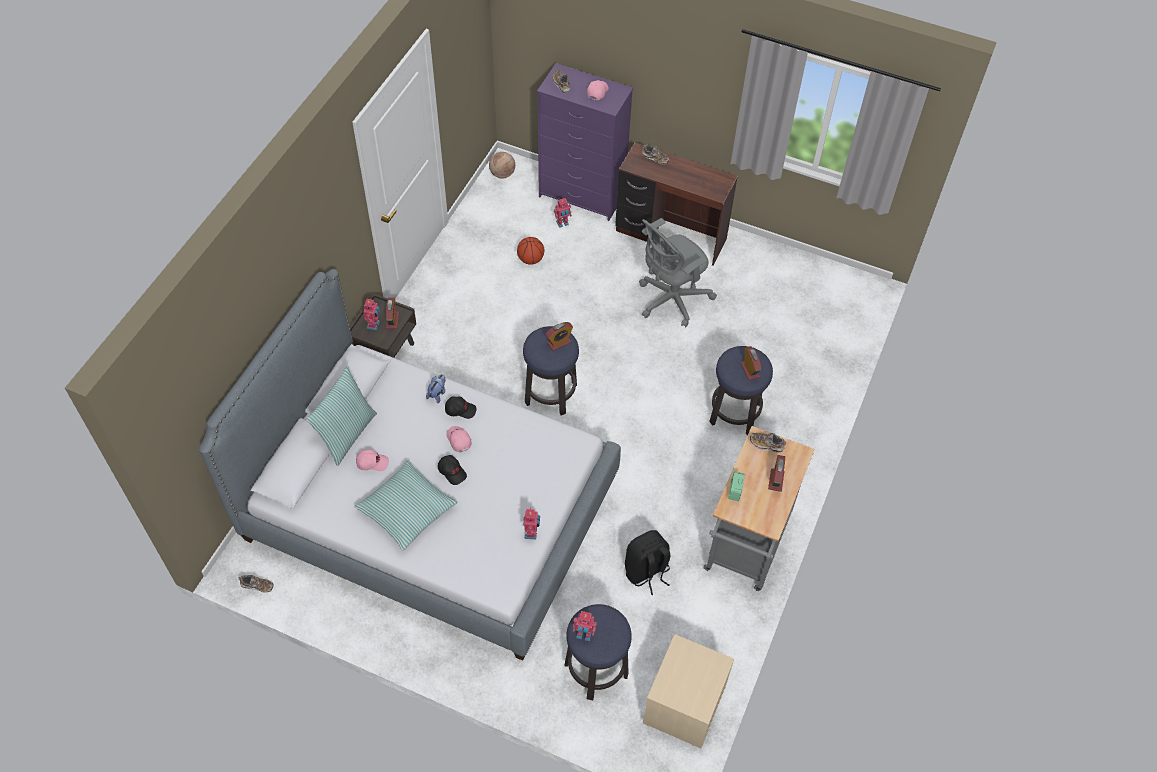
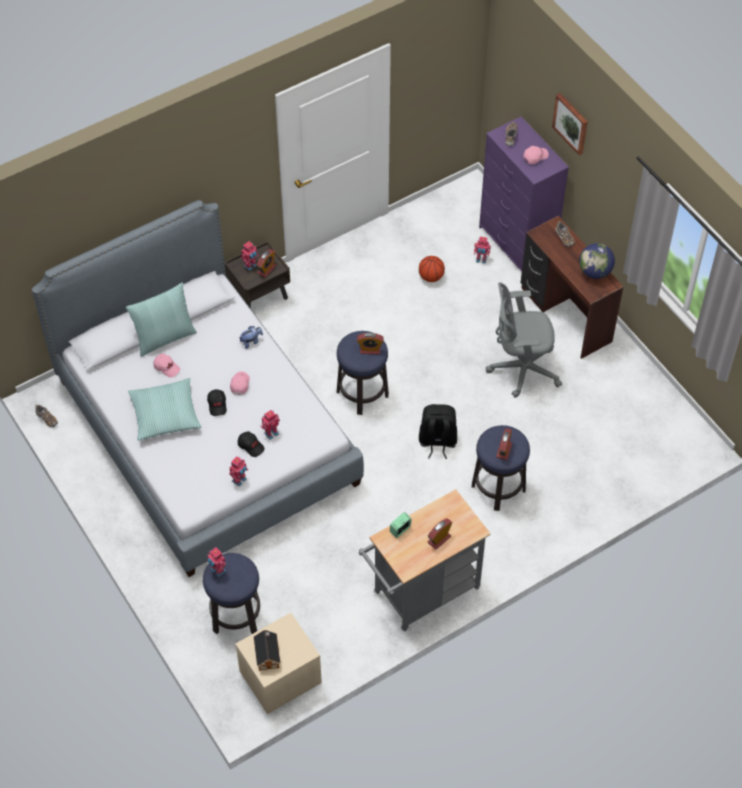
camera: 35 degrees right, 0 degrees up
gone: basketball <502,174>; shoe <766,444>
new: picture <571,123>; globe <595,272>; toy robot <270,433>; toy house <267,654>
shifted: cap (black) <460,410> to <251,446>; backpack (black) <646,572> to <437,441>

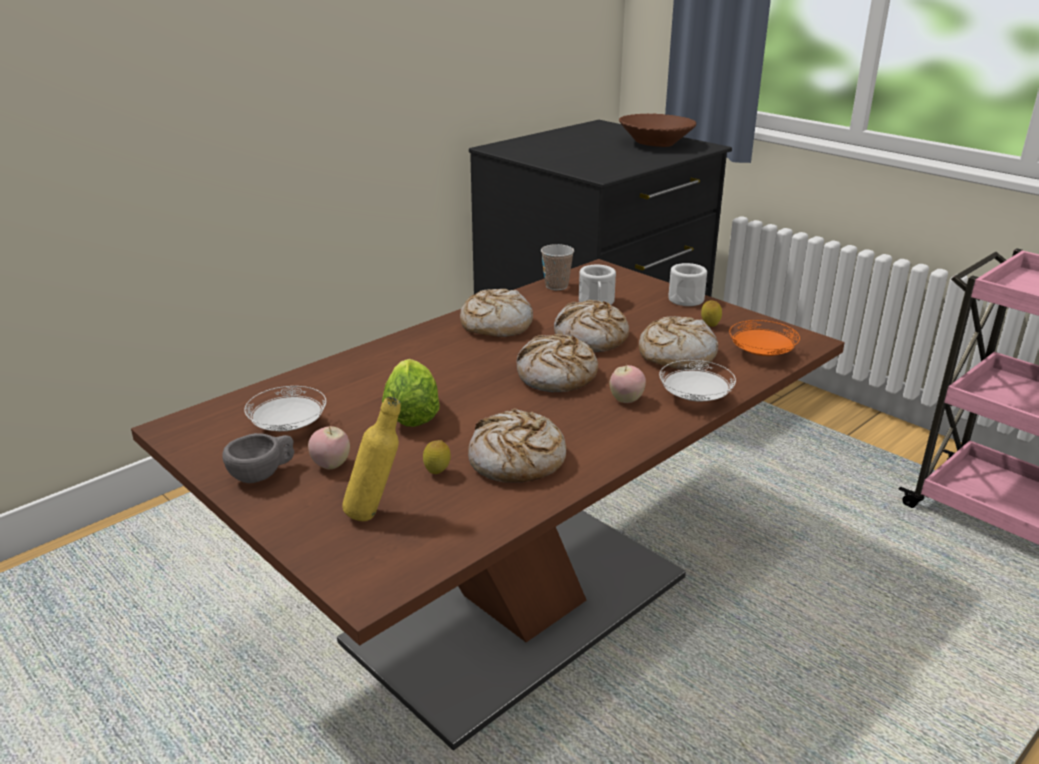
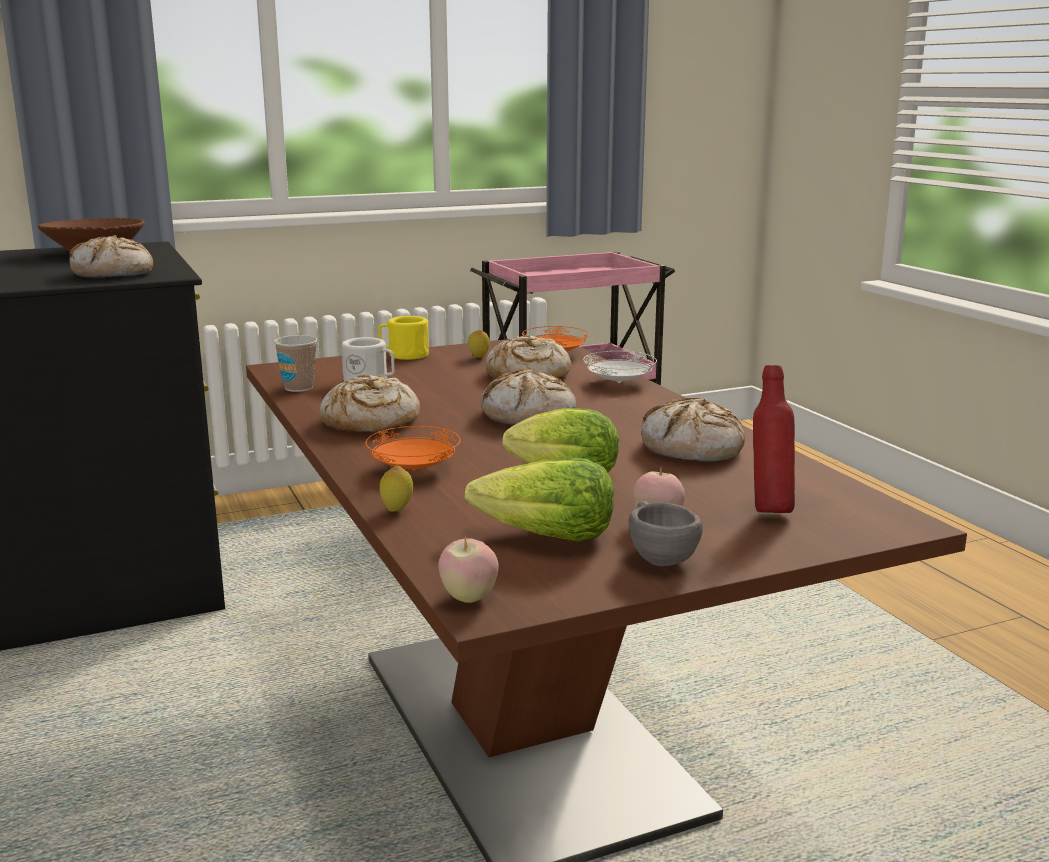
camera: 70 degrees left, 10 degrees down
new: plate (orange) <414,470>
shifted: bread <590,338> to <114,274>; apple <626,400> to <468,598>; lemon <437,473> to <397,510>
swapped: plate (white) <288,427> to lettuce <546,537>
repainted: mug (white) <684,298> to mug (yellow) <404,355>; bottle (yellow) <376,513> to bottle (red) <769,509>

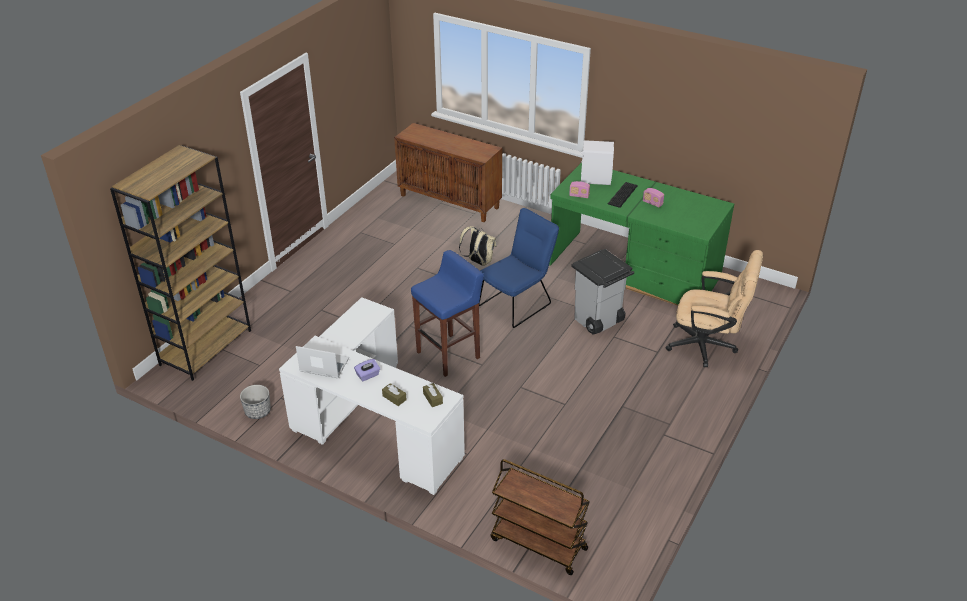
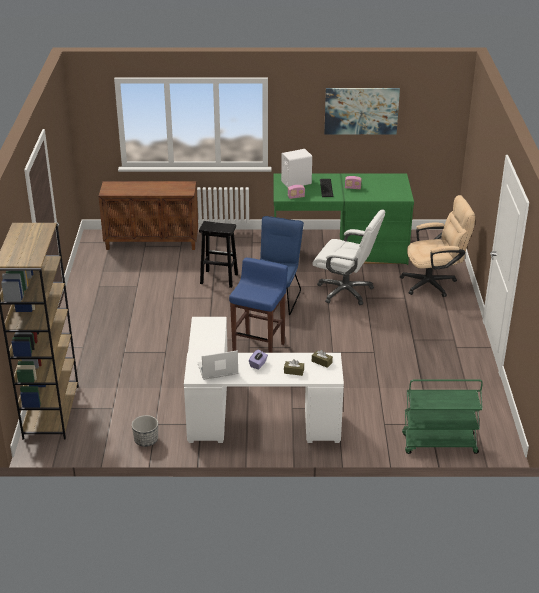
camera: 30 degrees left, 5 degrees down
new: picture <361,110>
swapped: backpack (beige) <478,262> to stool (black) <218,279>; trash can (grey) <598,321> to office chair (white) <346,291>
repainted: cart (brown) <537,544> to cart (green) <438,444>

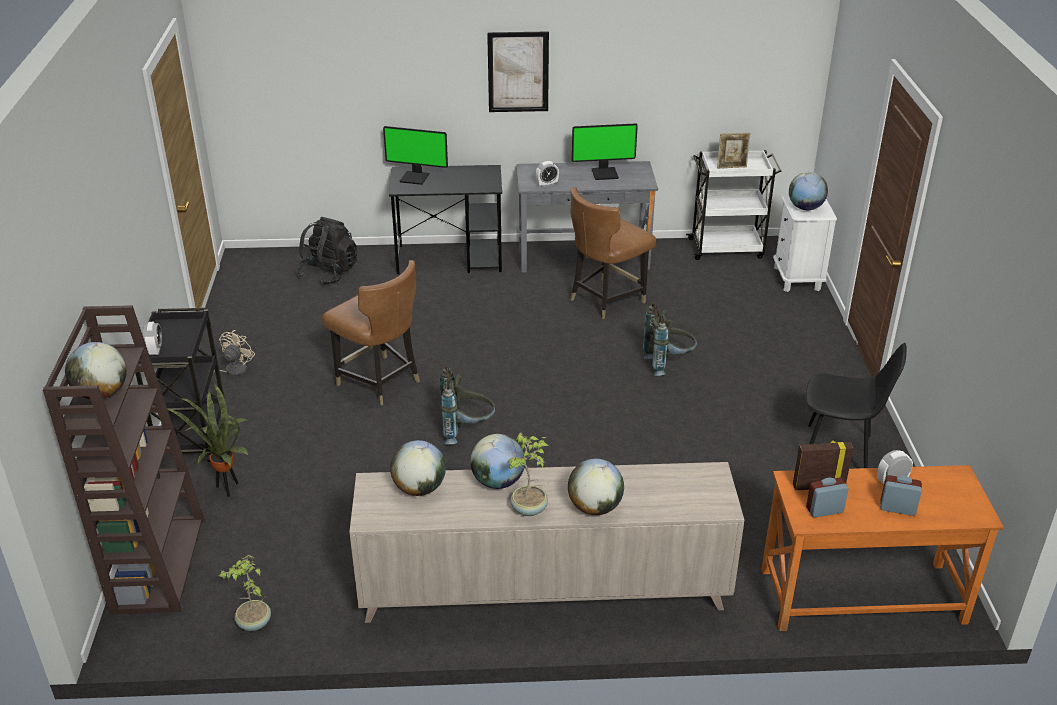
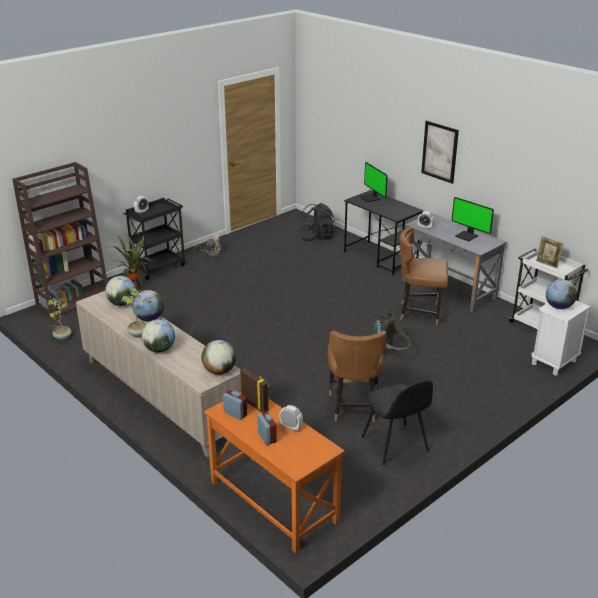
camera: 50 degrees right, 5 degrees down
gone: backpack (grey) <467,431>
shifted: chair (brown) <379,381> to <353,407>; globe <102,393> to <219,371>

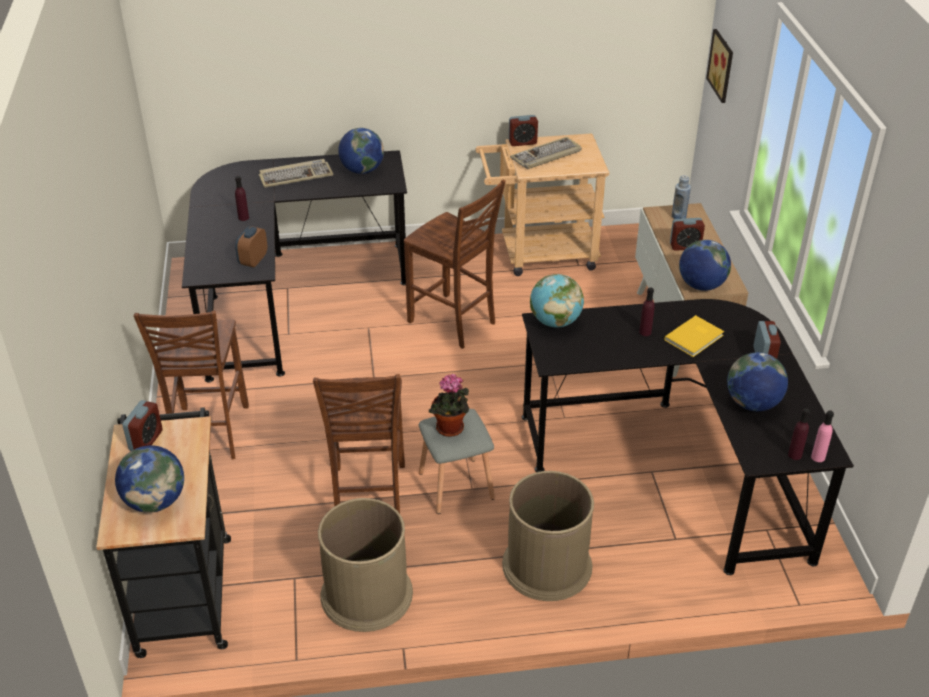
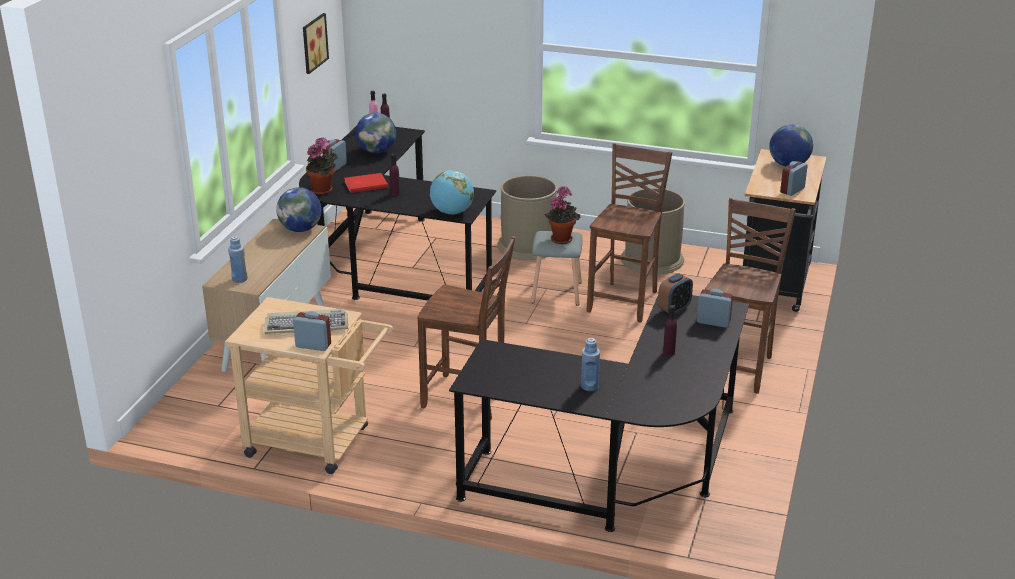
camera: 155 degrees left, 10 degrees down
gone: globe <362,170>
new: potted plant <323,190>
shifted: picture <723,65> to <312,43>; alarm clock <685,246> to <713,322>
swapped: keyboard <296,176> to bottle (blue) <589,386>
repainted: book (yellow) <695,338> to book (red) <365,184>
rotated: chair (brown) <453,323> = <468,399> 135 degrees clockwise

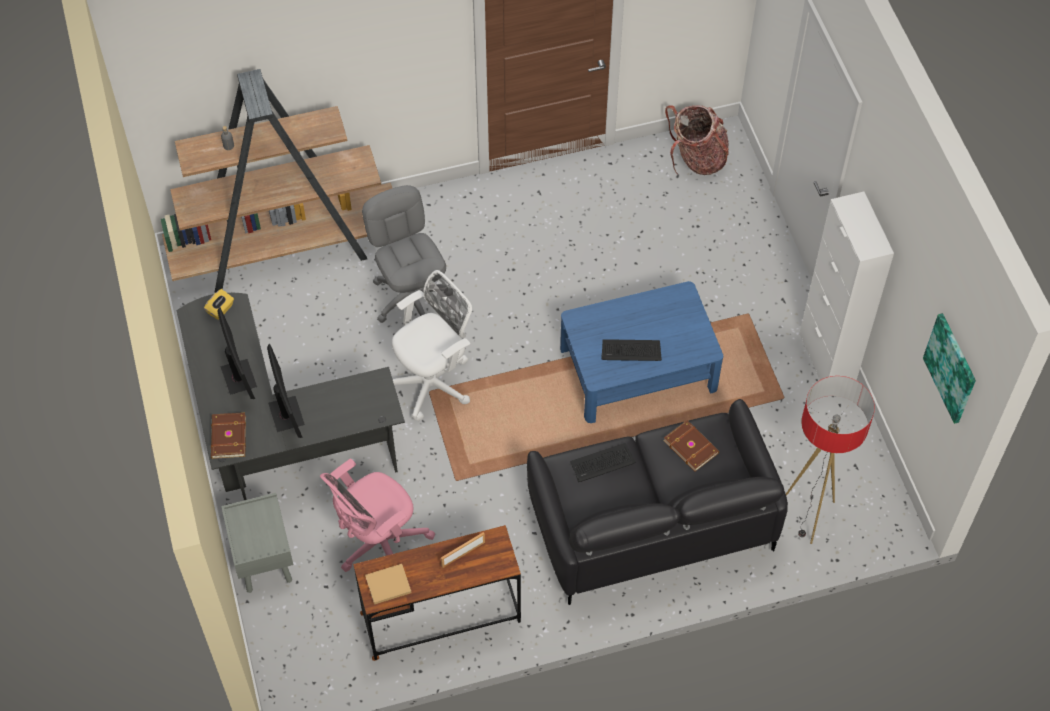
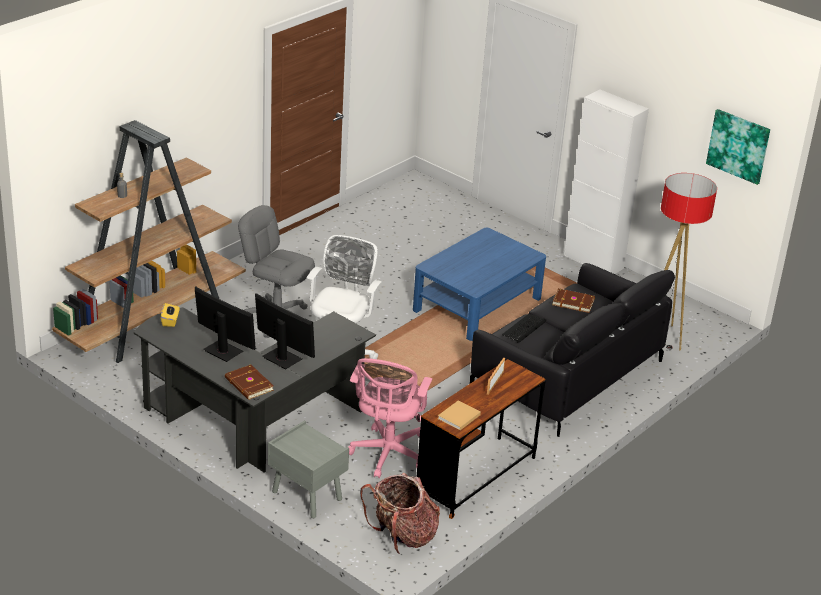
camera: 35 degrees left, 25 degrees down
gone: keyboard <631,351>
shifted: backpack <697,159> to <402,536>

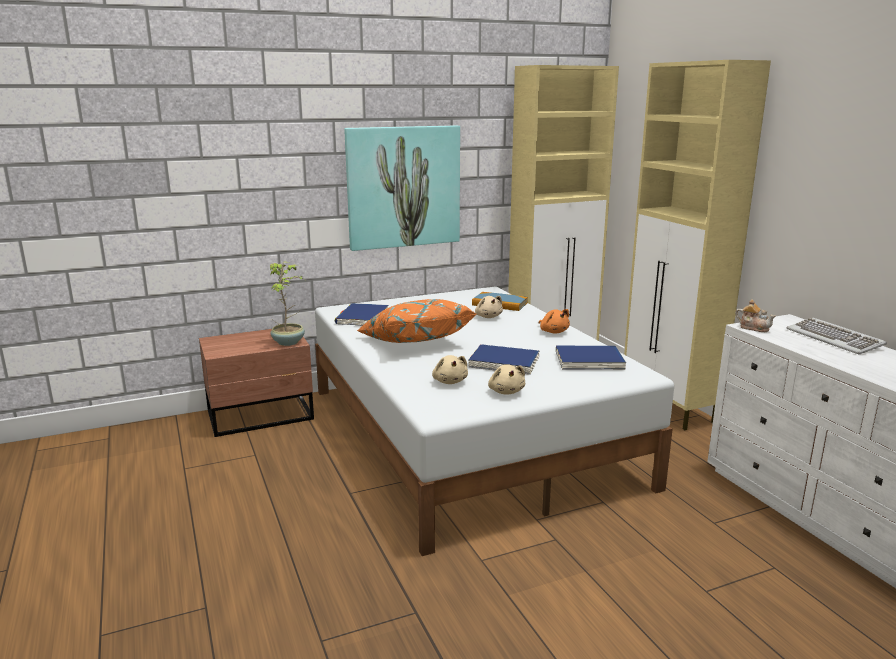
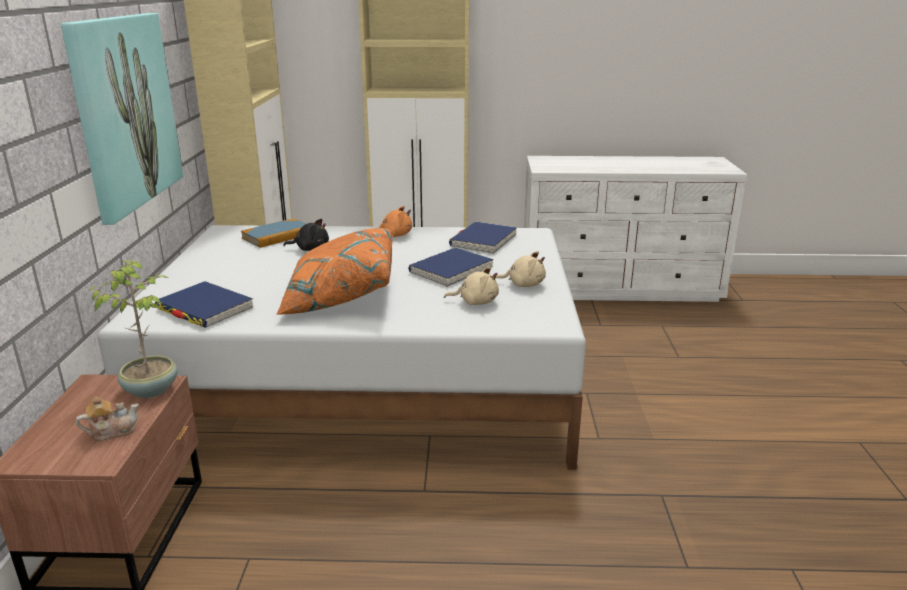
camera: 65 degrees left, 5 degrees up
gone: keyboard <834,339>
shifted: teapot <753,328> to <112,431>
repainted: plush toy (beige) <488,317> to plush toy (black) <310,249>

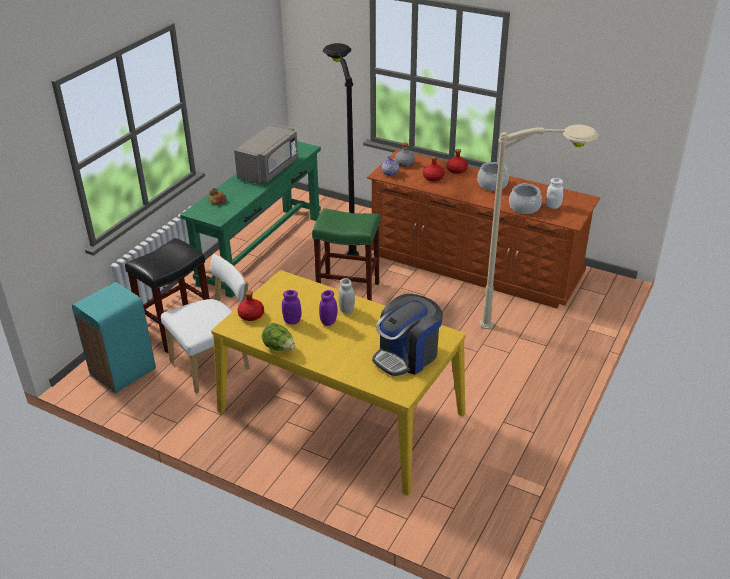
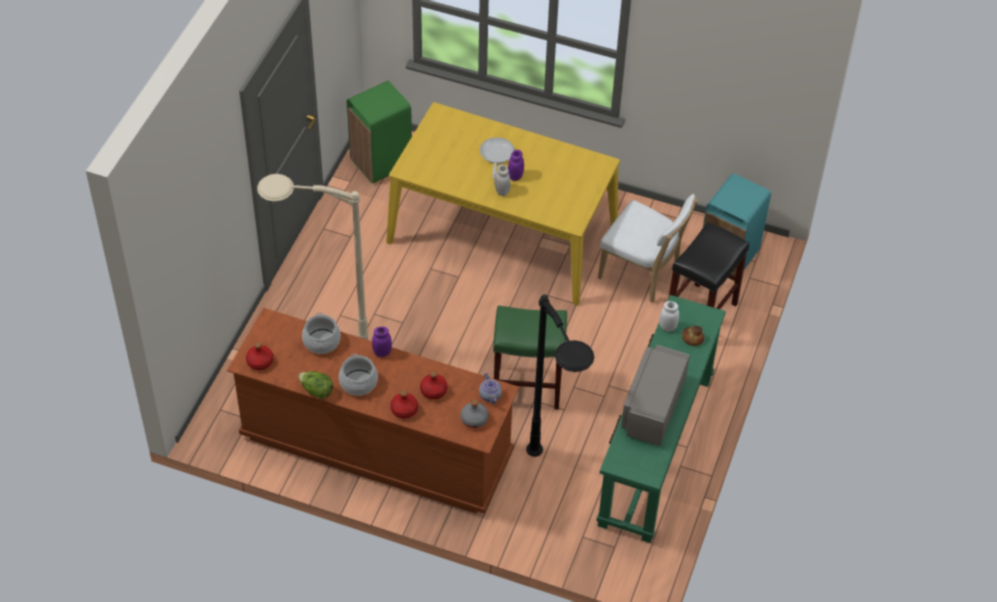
camera: 170 degrees right, 15 degrees up
gone: coffee machine <407,356>
new: trash can (green) <380,162>; frying pan <496,155>
shifted: jar (white) <553,206> to <667,327>; jar (purple) <292,321> to <382,352>; bottle (red) <251,315> to <260,362>; lettuce <279,348> to <316,391>
rotated: chair (white) <214,364> = <642,274> 105 degrees counterclockwise

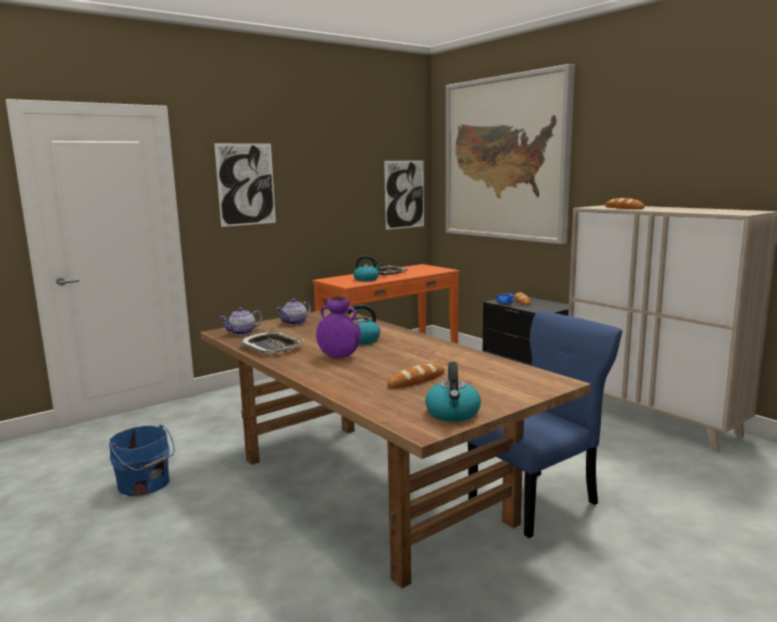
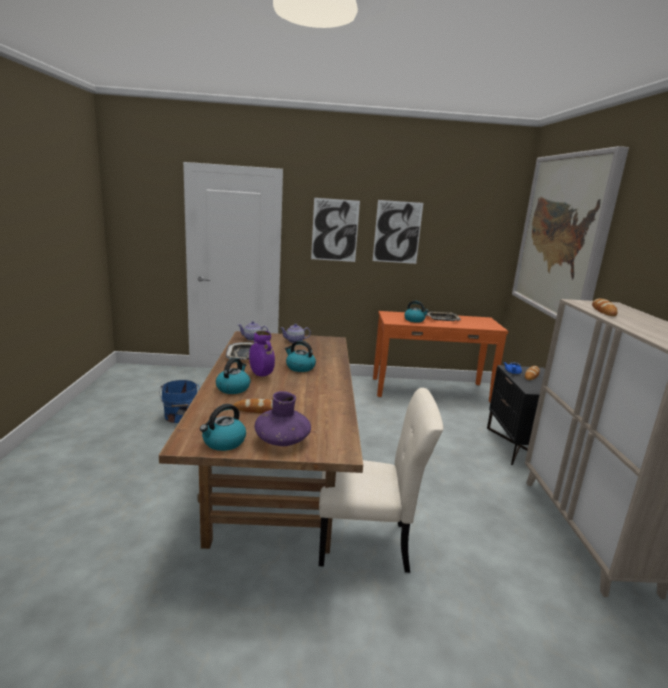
camera: 35 degrees right, 5 degrees up
new: kettle <233,388>; vase (purple) <282,440>
shifted: picture <404,194> to <397,232>
repainted: chair (blue) <537,501> to chair (beige) <368,544>

